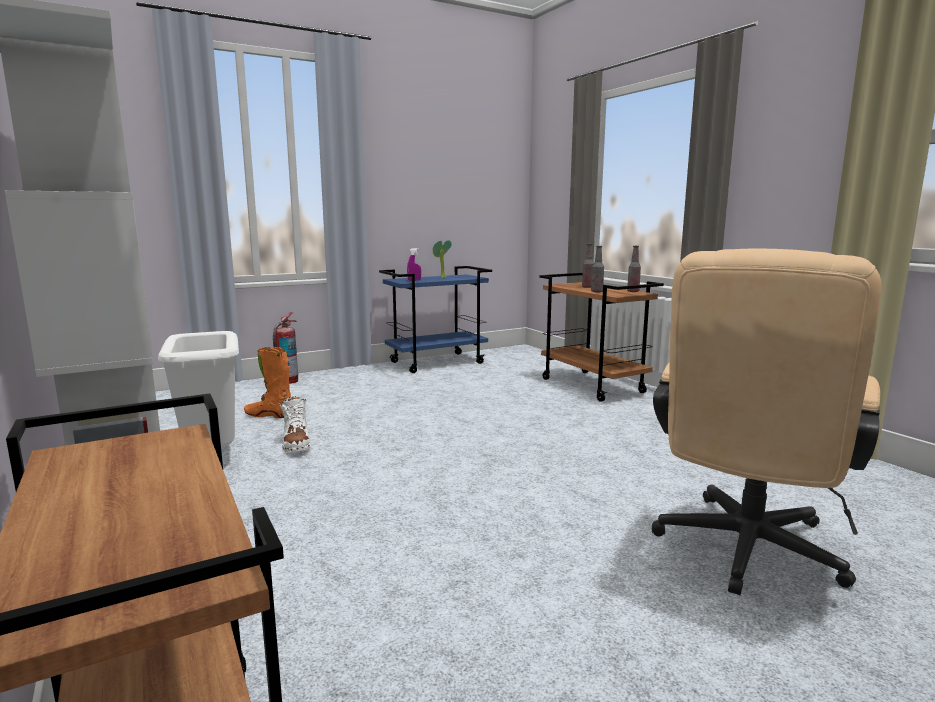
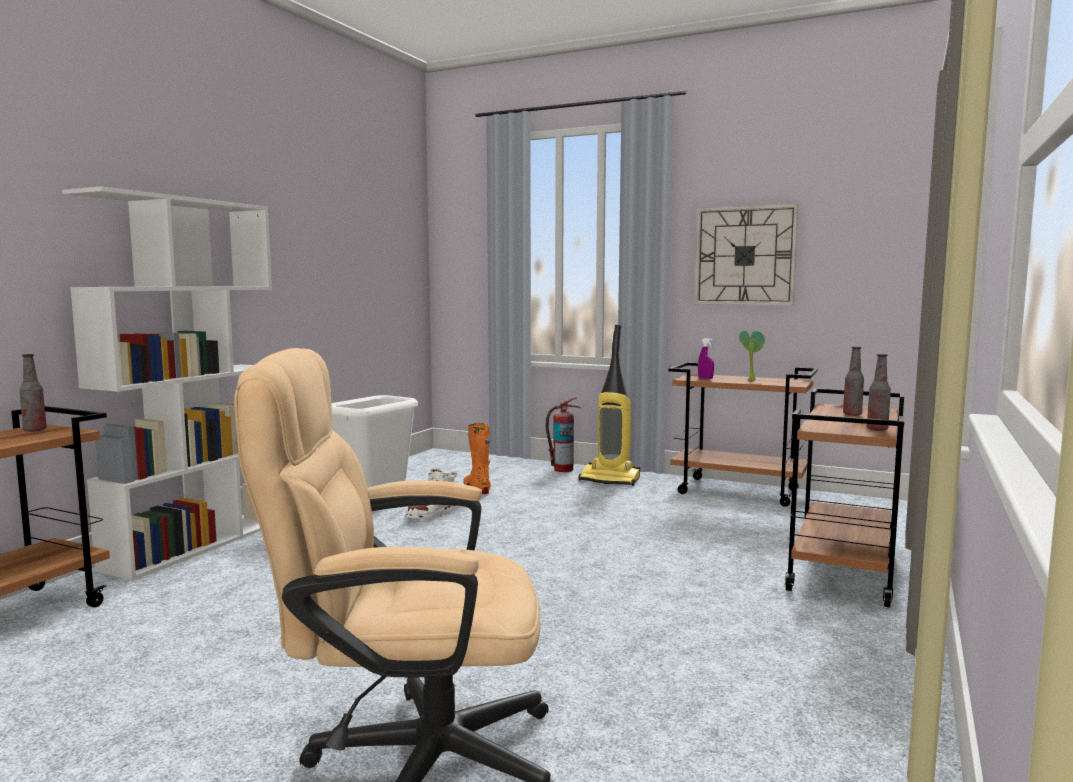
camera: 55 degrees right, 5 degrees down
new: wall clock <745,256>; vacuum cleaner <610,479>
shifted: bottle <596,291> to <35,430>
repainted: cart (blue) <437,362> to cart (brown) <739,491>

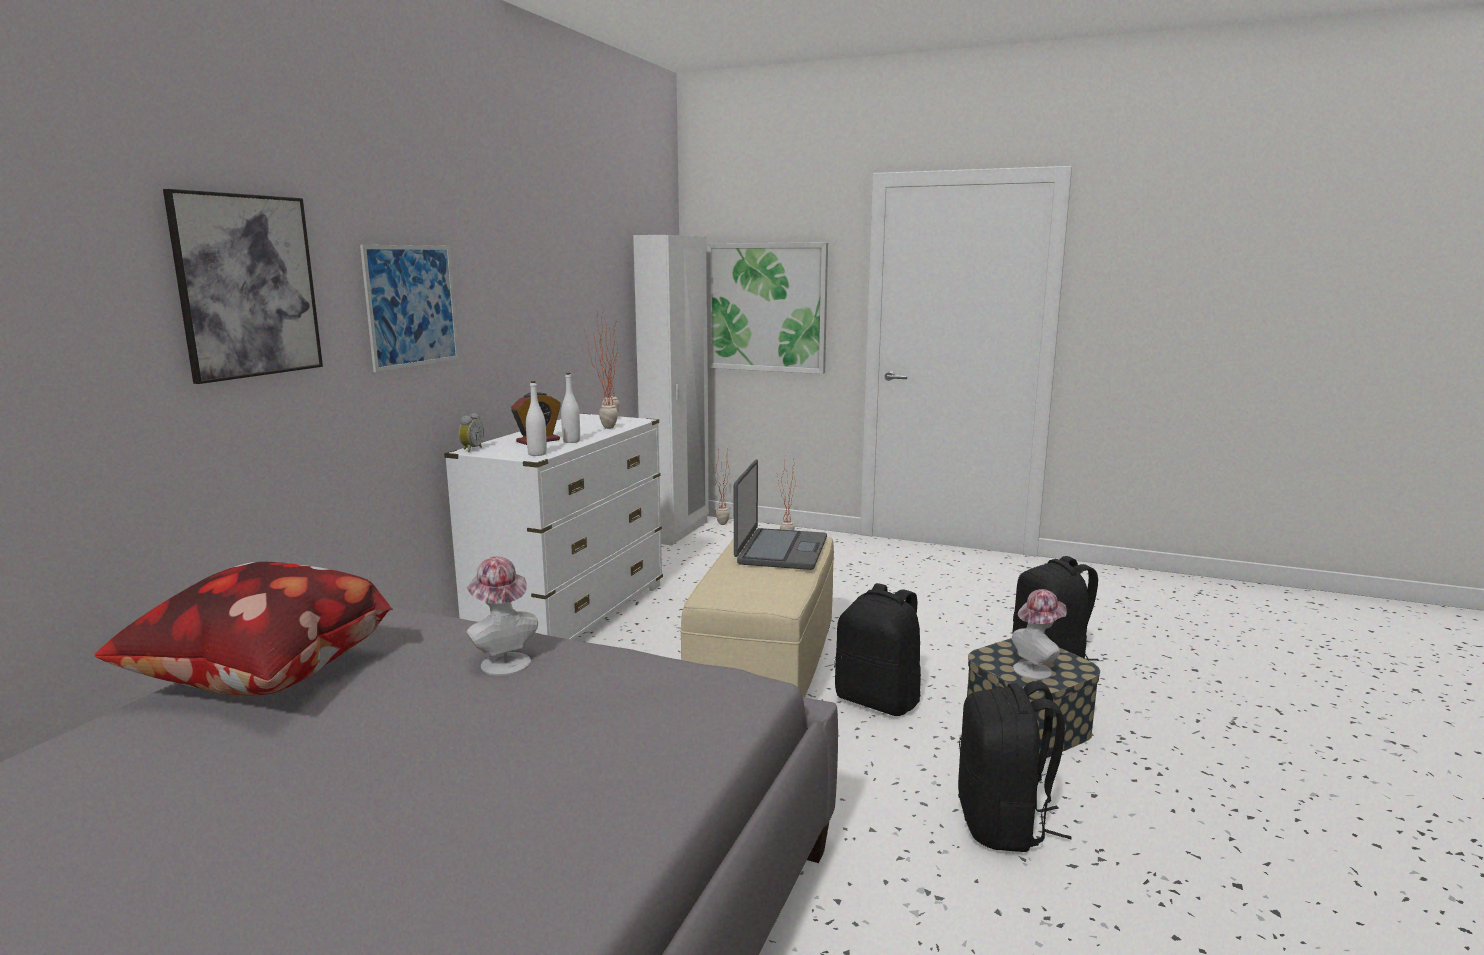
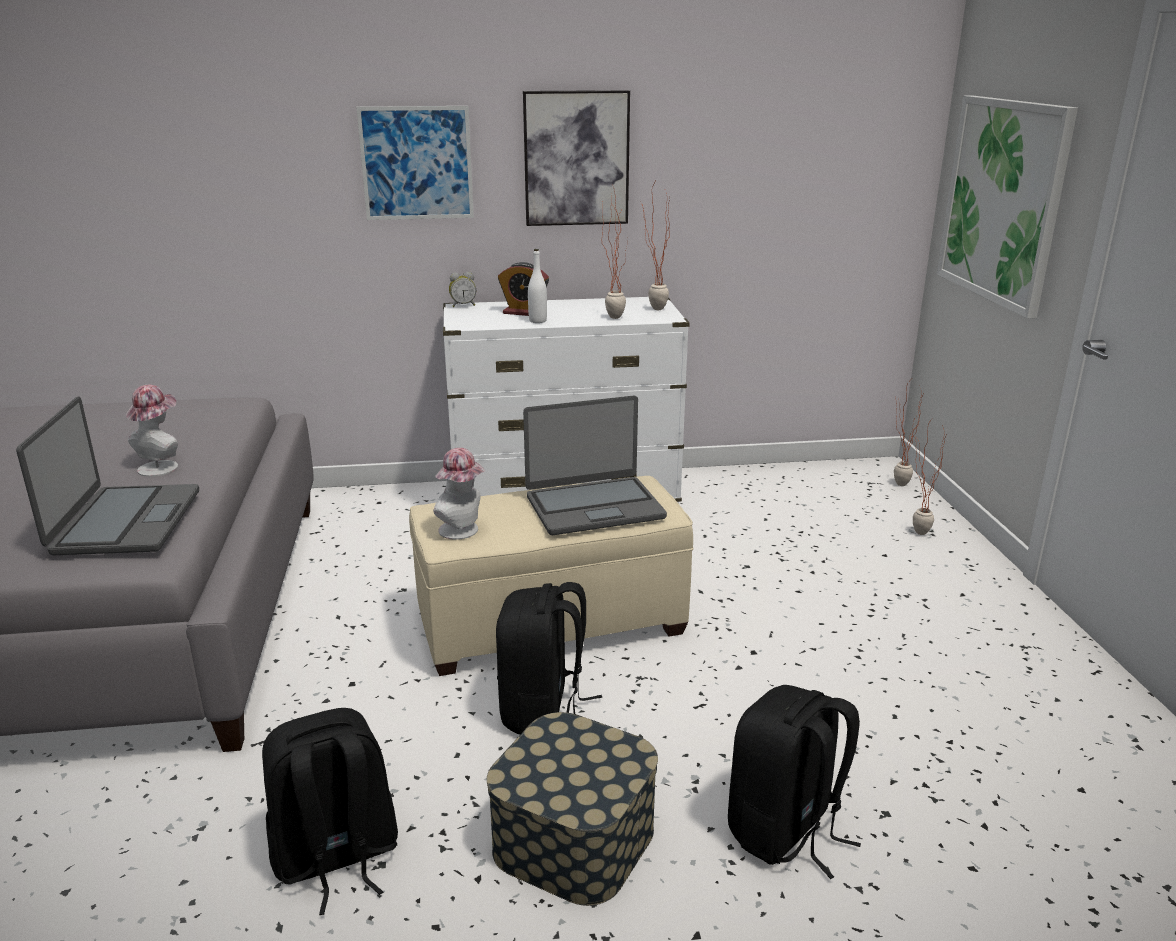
camera: 60 degrees right, 10 degrees up
gone: wardrobe (white) <677,531>; bottle (white) <537,454>; pillow <263,682>
new: laptop <125,522>
shifted: picture <247,286> to <576,158>; hat <1036,669> to <463,531>

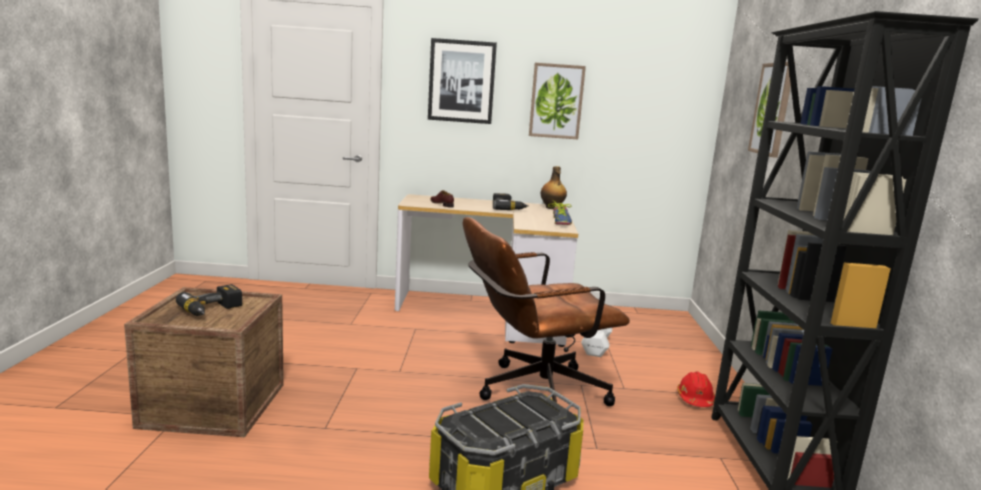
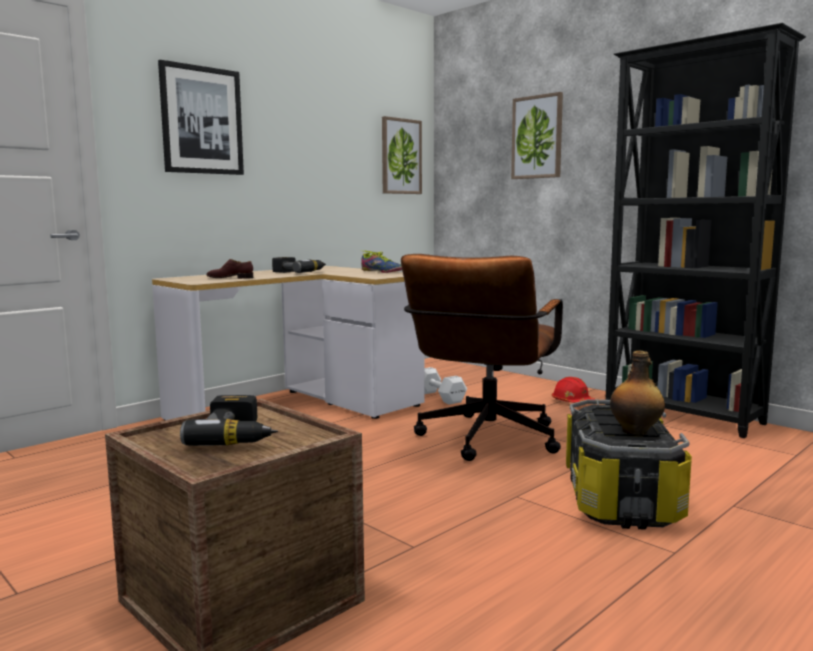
camera: 45 degrees left, 5 degrees down
shifted: picture <556,101> to <400,156>; bottle <552,208> to <636,432>

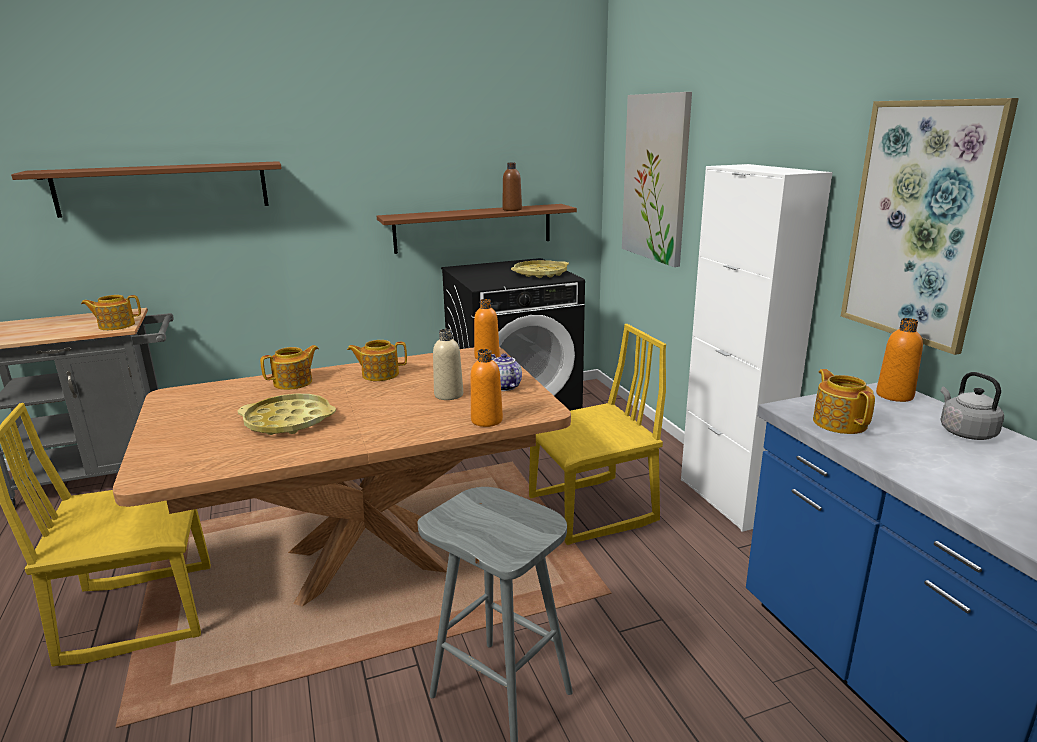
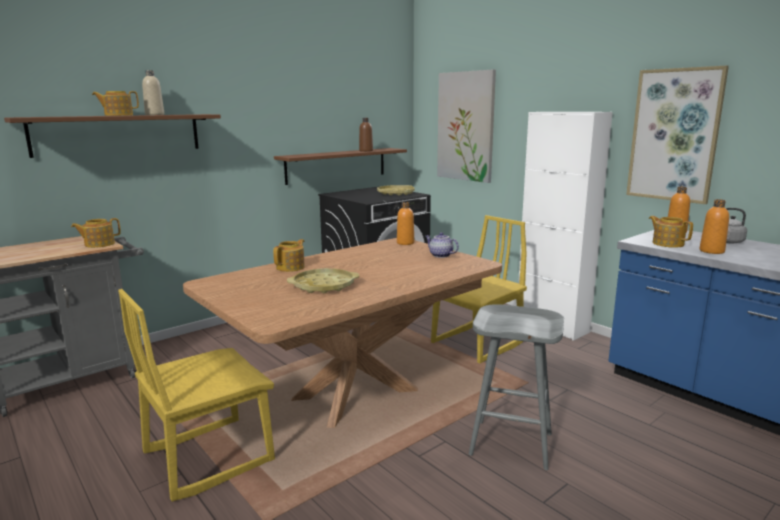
camera: 20 degrees left, 5 degrees down
shifted: bottle (beige) <448,395> to <154,114>; teapot <379,374> to <118,115>; bottle (orange) <486,420> to <711,251>

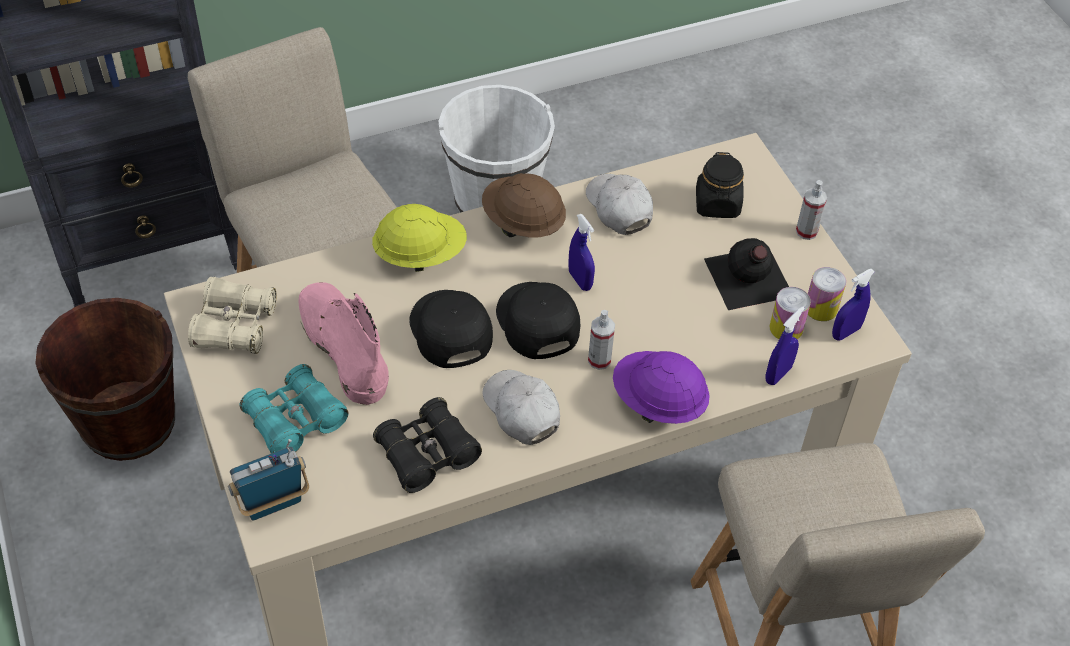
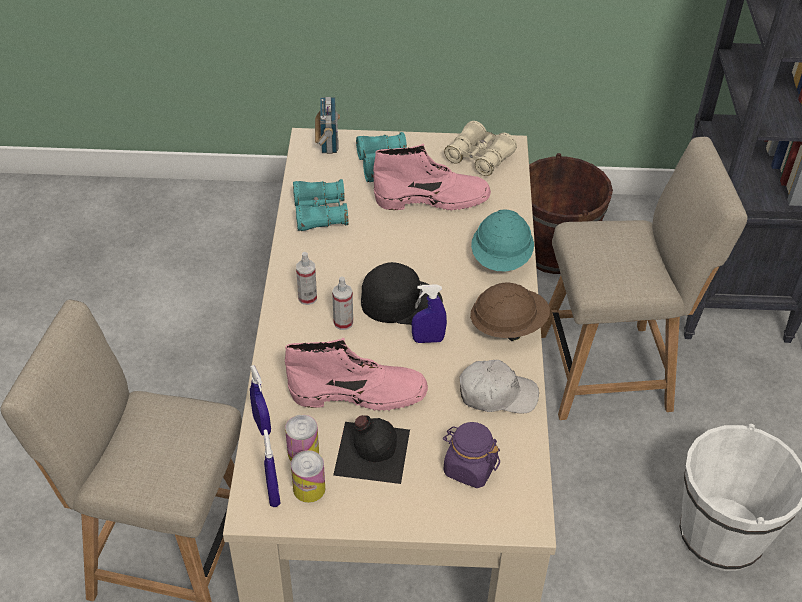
camera: 115 degrees right, 5 degrees down
gone: cap (black) <449,330>; hard hat (purple) <658,402>; cap (white) <521,411>
new: boot (pink) <359,394>
shifted: spray bottle <806,231> to <307,298>
repainted: jar (black) <717,204> to jar (purple) <469,468>; hard hat (yellow) <420,255> to hard hat (turquoise) <501,259>; binoculars (black) <427,454> to binoculars (turquoise) <320,213>

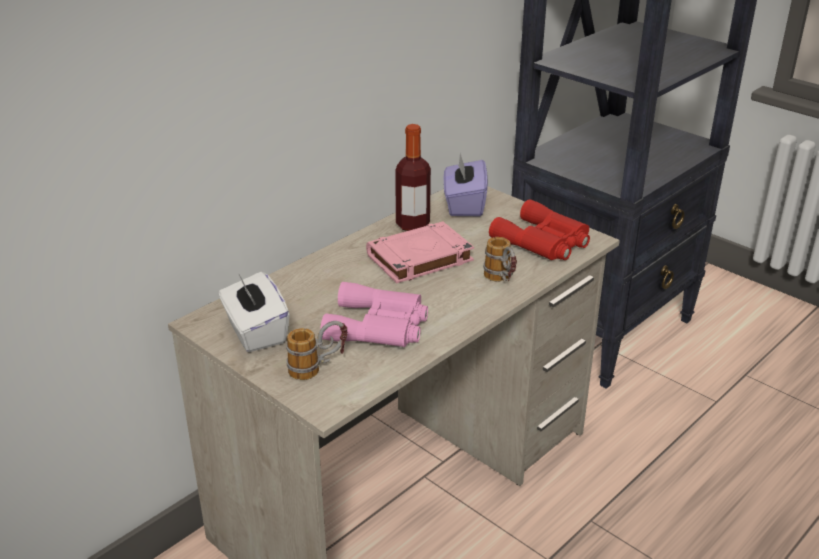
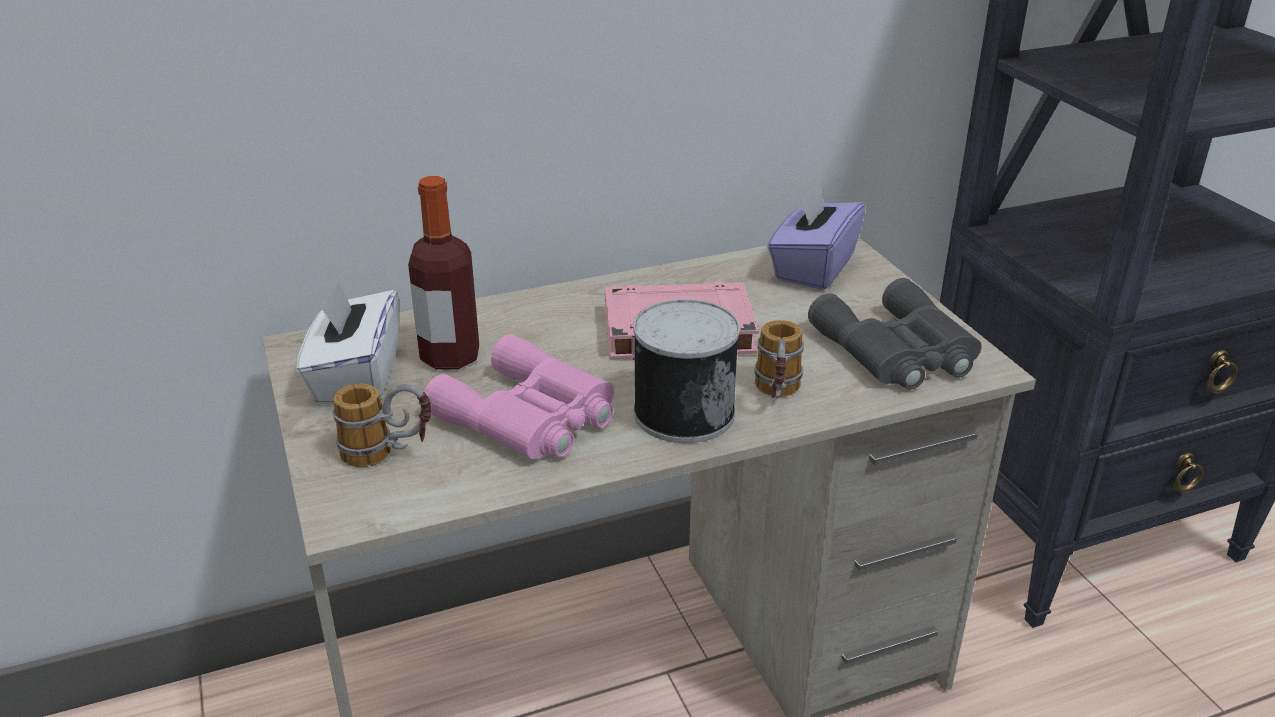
camera: 25 degrees right, 0 degrees up
new: can <682,411>
shifted: bottle <412,225> to <450,357>
repainted: binoculars (red) <543,242> to binoculars (grey) <897,352>

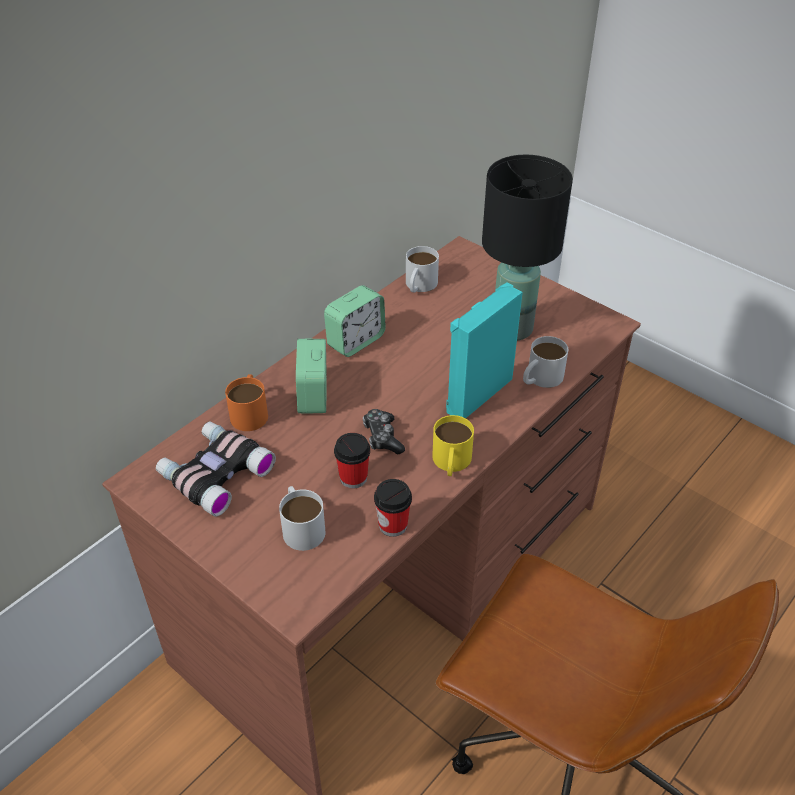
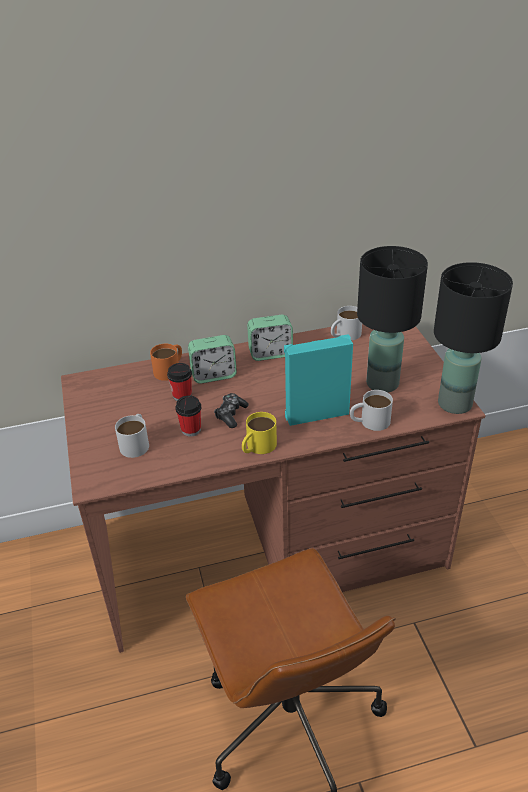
camera: 35 degrees right, 5 degrees down
gone: binoculars <214,473>
new: table lamp (black) <454,404>
shifted: cup <393,525> to <182,396>
rotated: alarm clock <313,396> = <213,375> 135 degrees counterclockwise

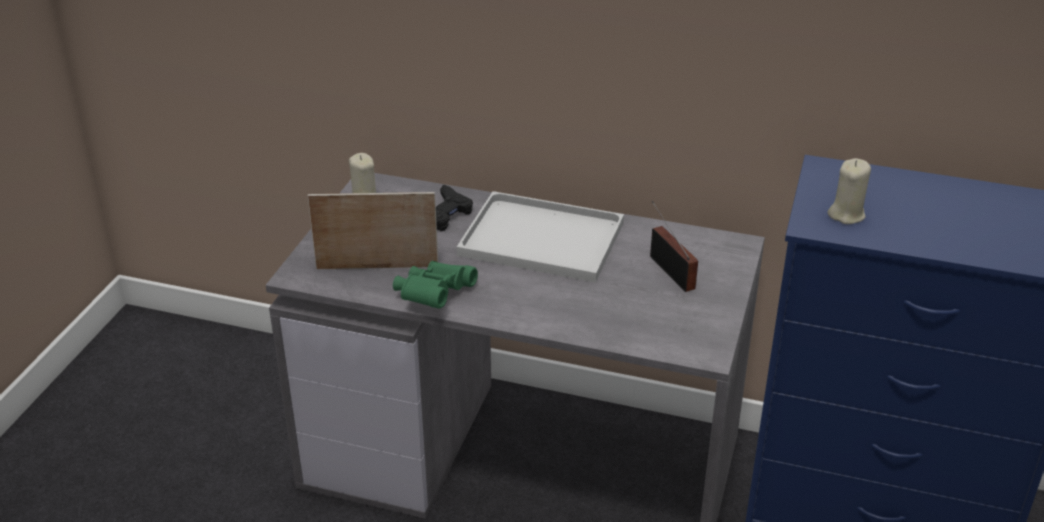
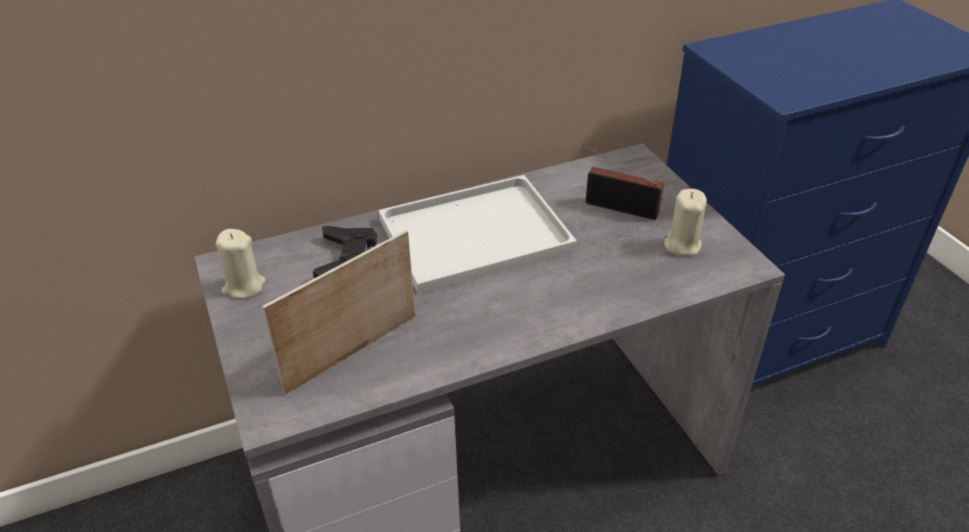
camera: 40 degrees left, 5 degrees up
gone: binoculars (green) <433,296>
shifted: candle (beige) <846,214> to <682,245>

